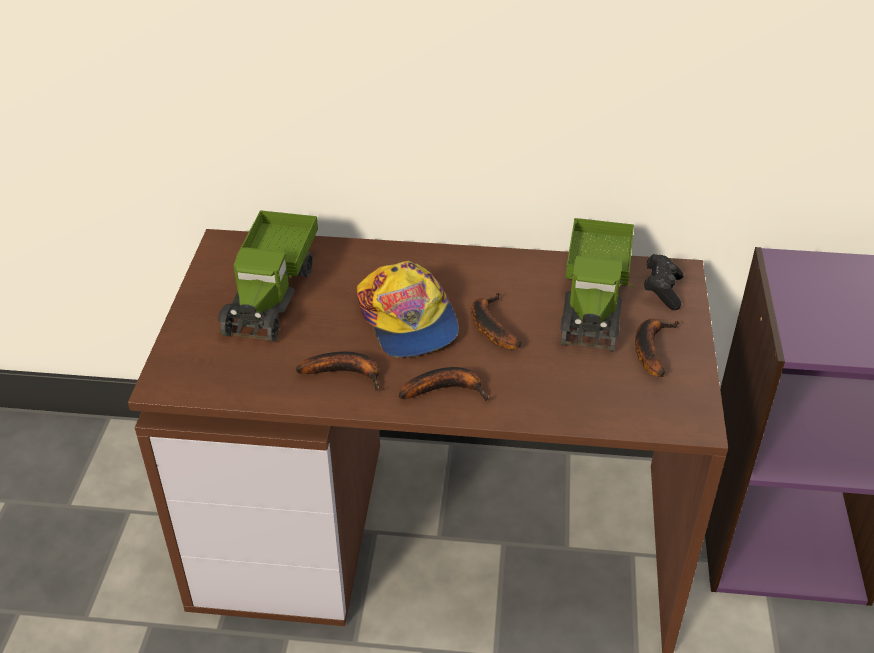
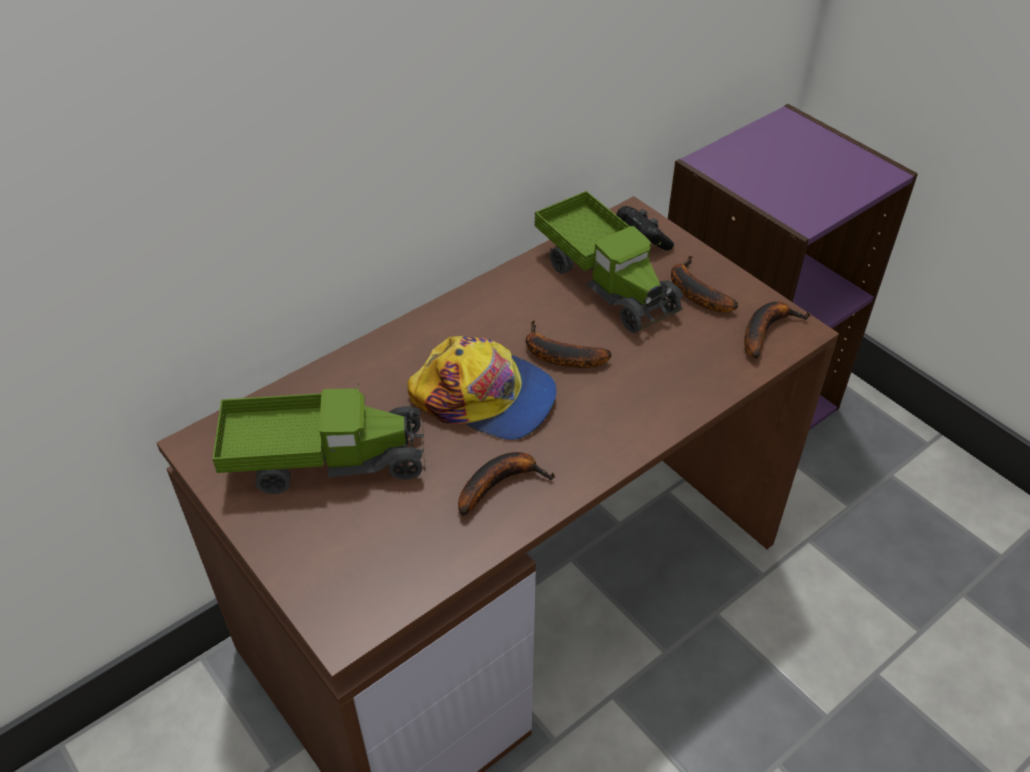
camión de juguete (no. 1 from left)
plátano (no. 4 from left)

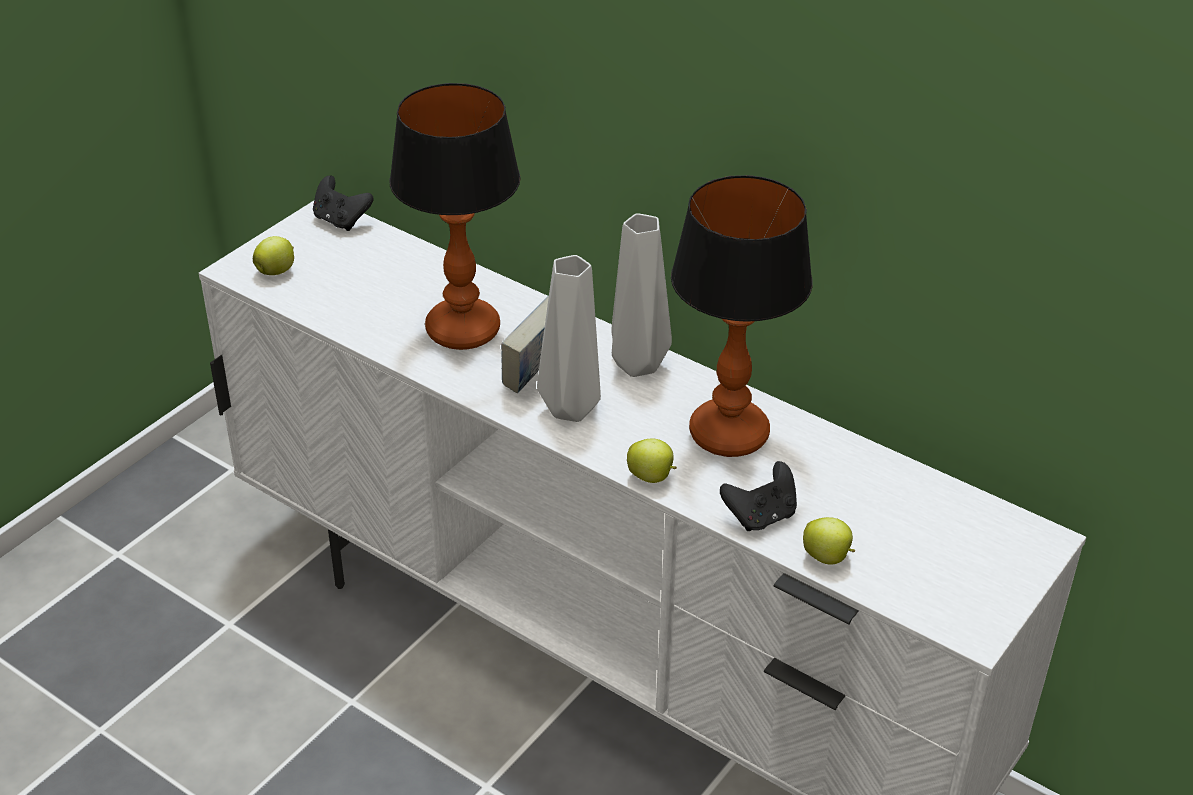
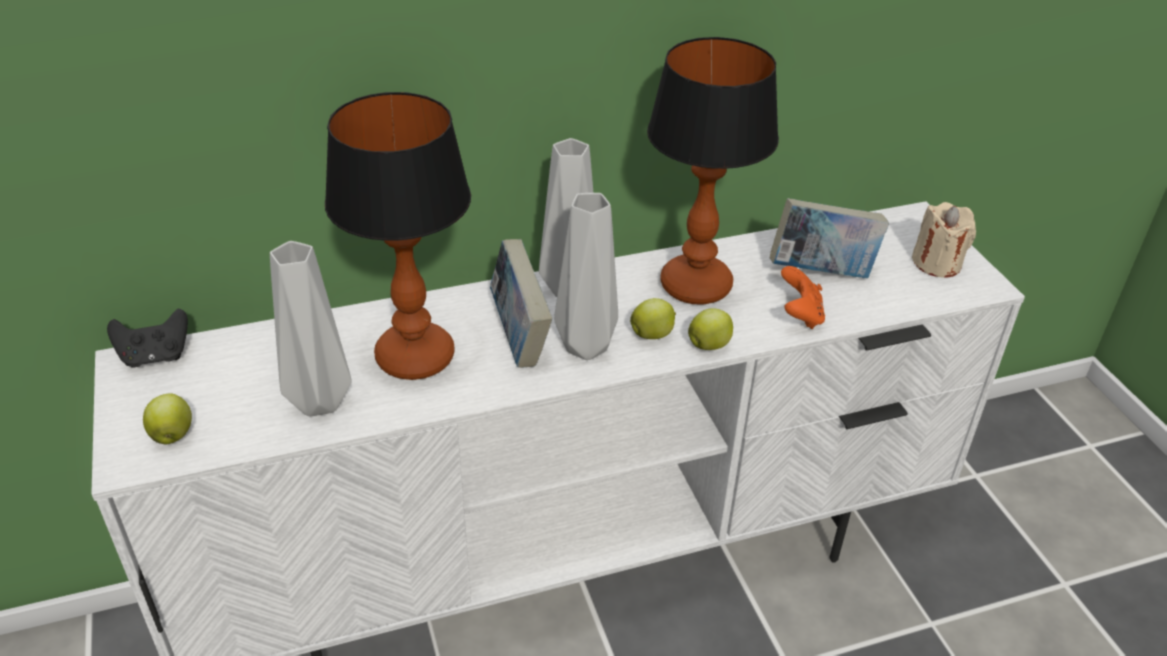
florero [gris] (no. 1 from left)
manzana (no. 2 from left)
libro (no. 2 from left)
mando de consola [naranja]
vela [beis]

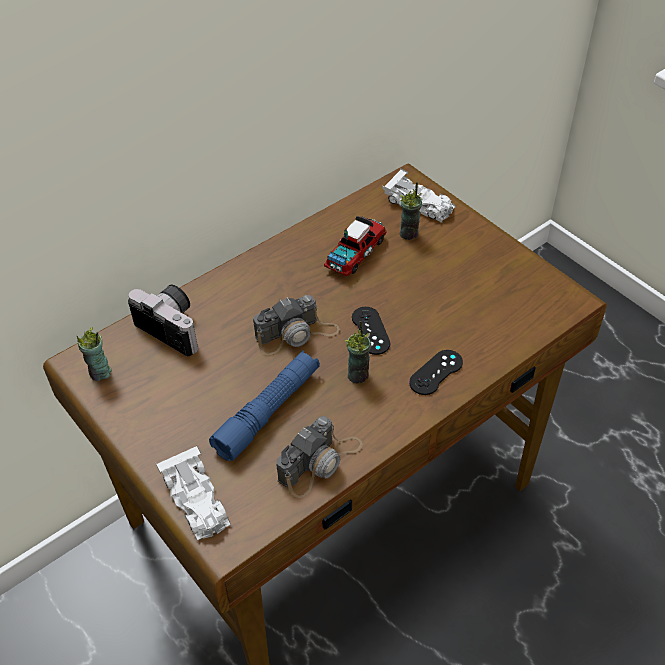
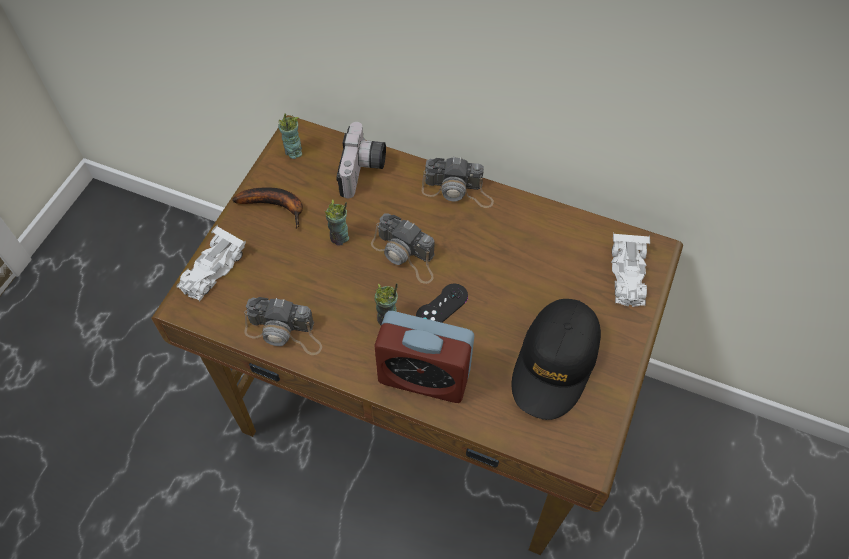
plátano
taza (no. 2 from left)
despertador
cámara (no. 4 from left)
gorra [negro]
linterna [azul]
camión de juguete

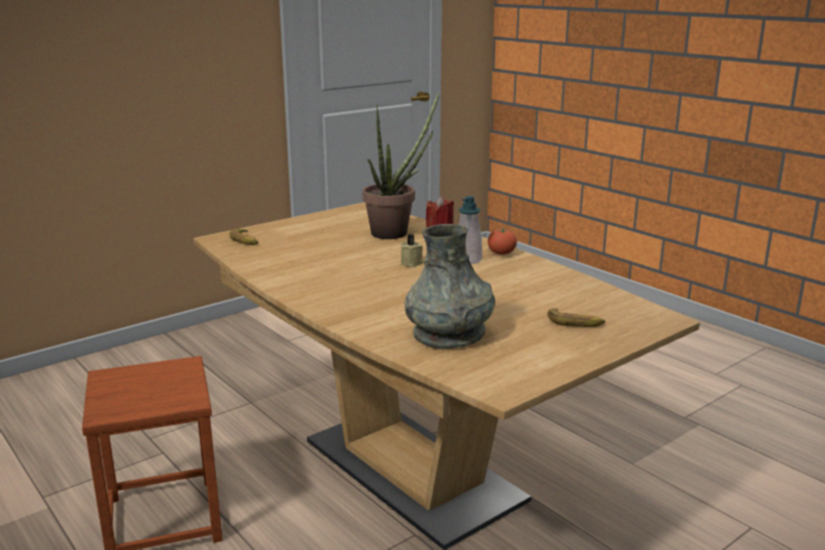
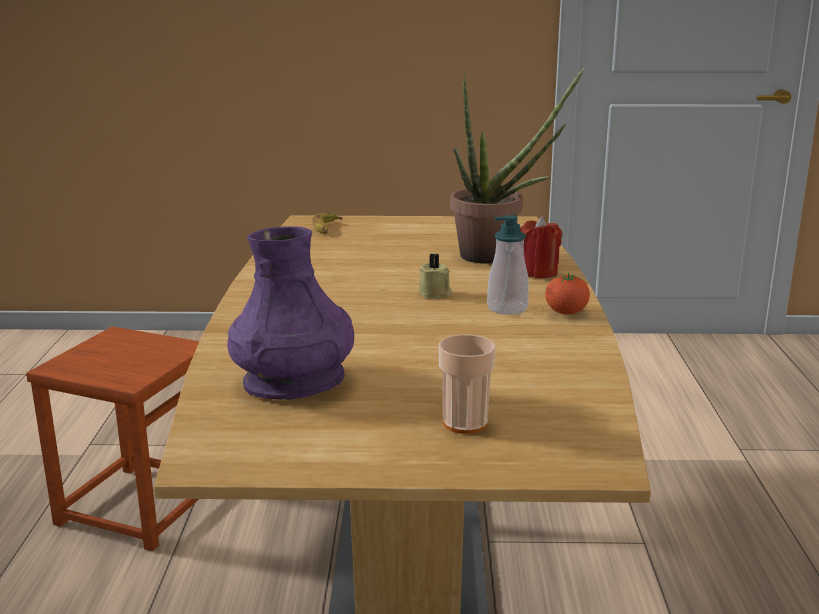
florero [morado]
taza

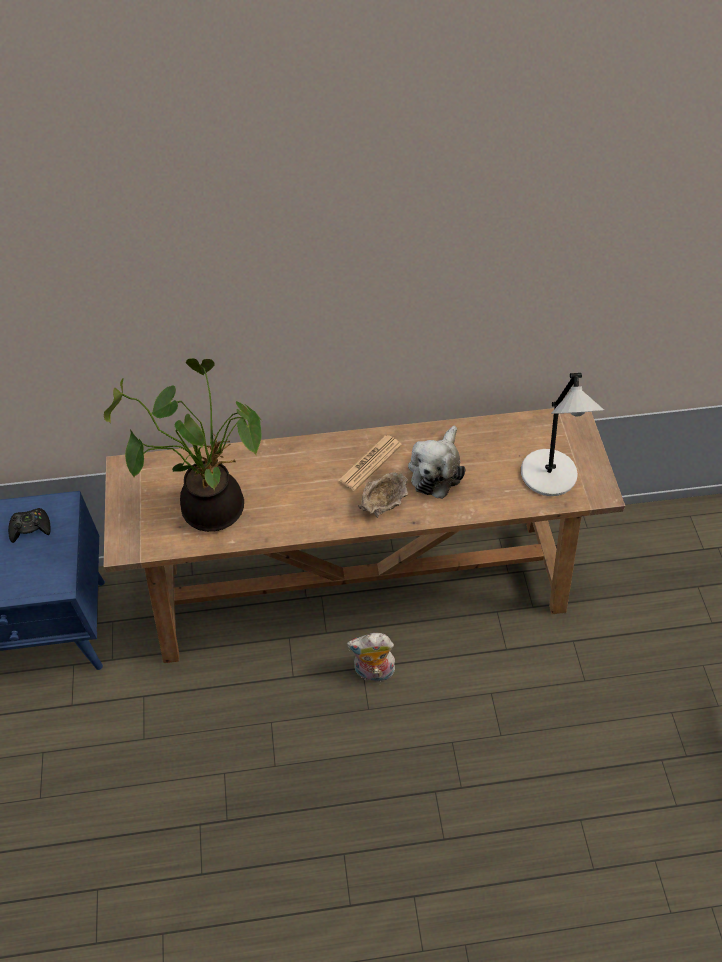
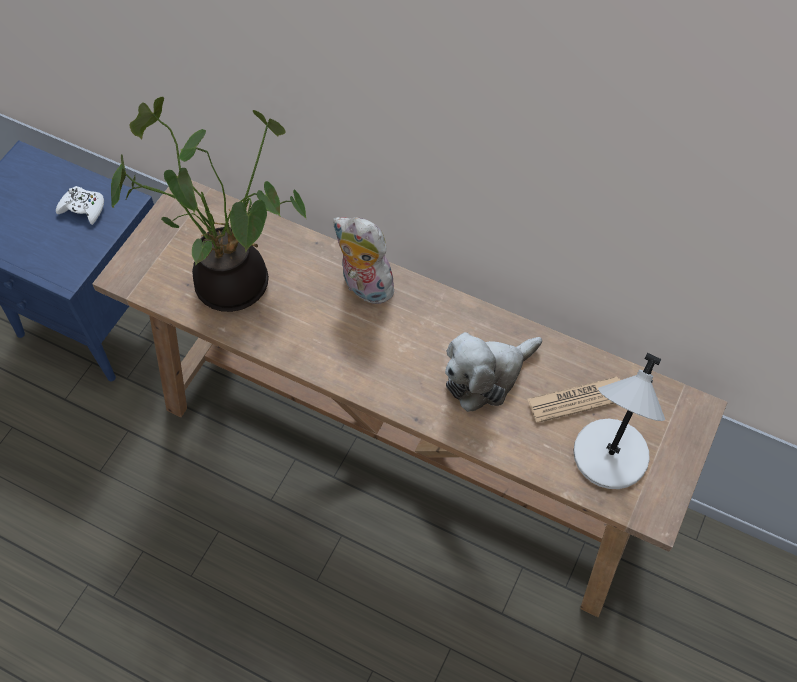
mando de consola [blanco]
peluche (no. 1 from left)
periódico
cuenco [beis]

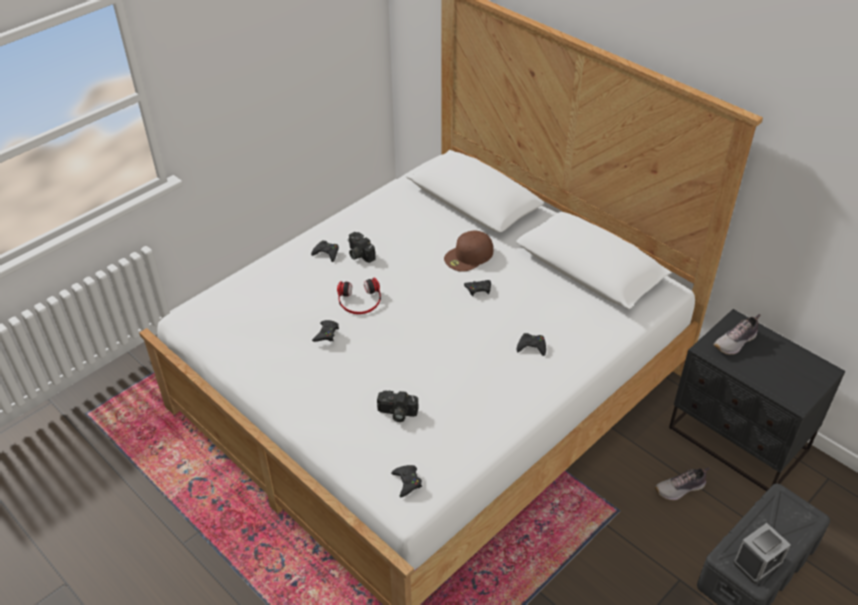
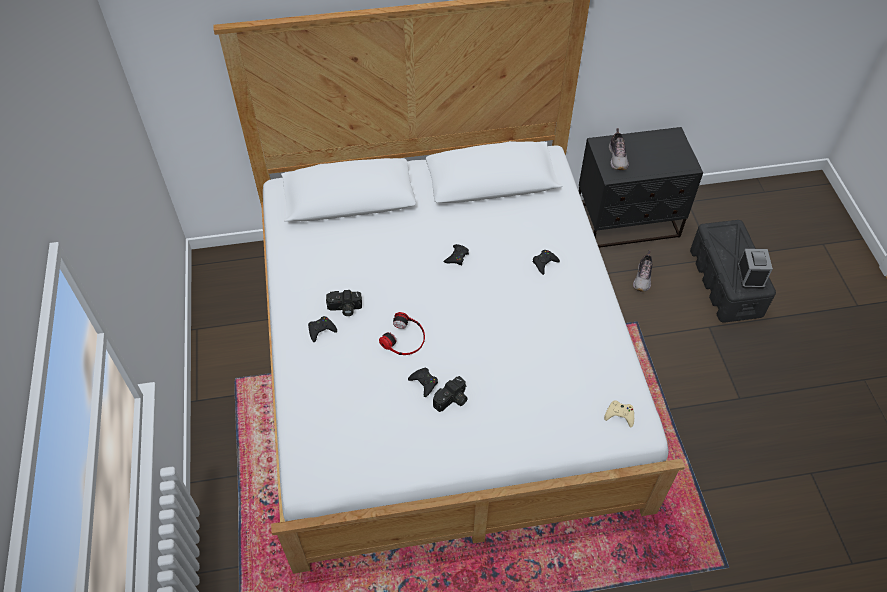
cámara (no. 2 from left)
mando de consola [beis]
gorra [marrón]

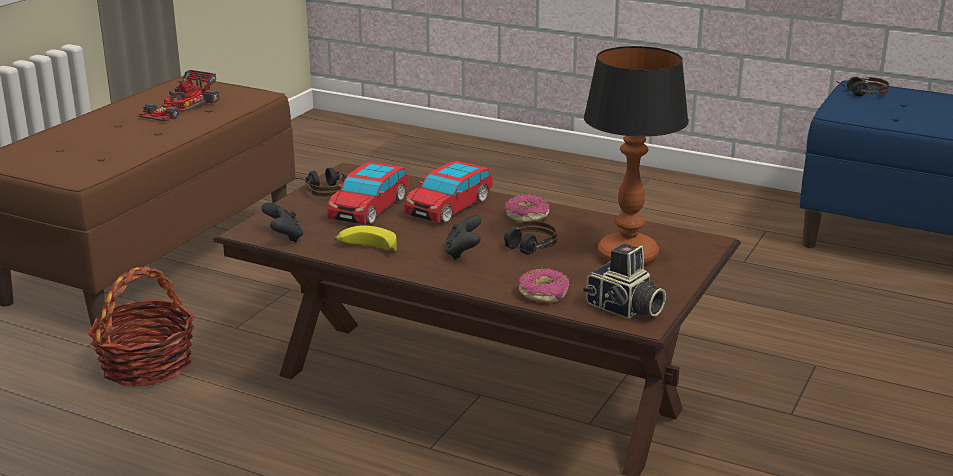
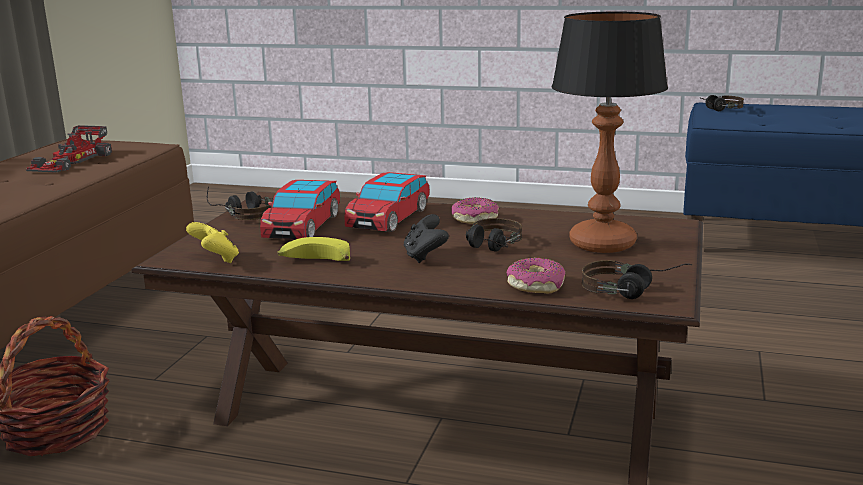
mando de consola [amarillo]
auriculares (no. 3 from left)

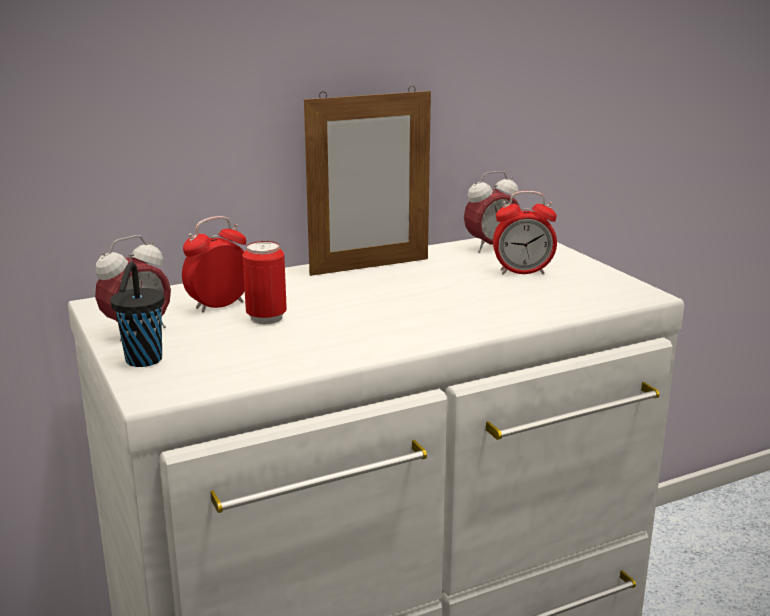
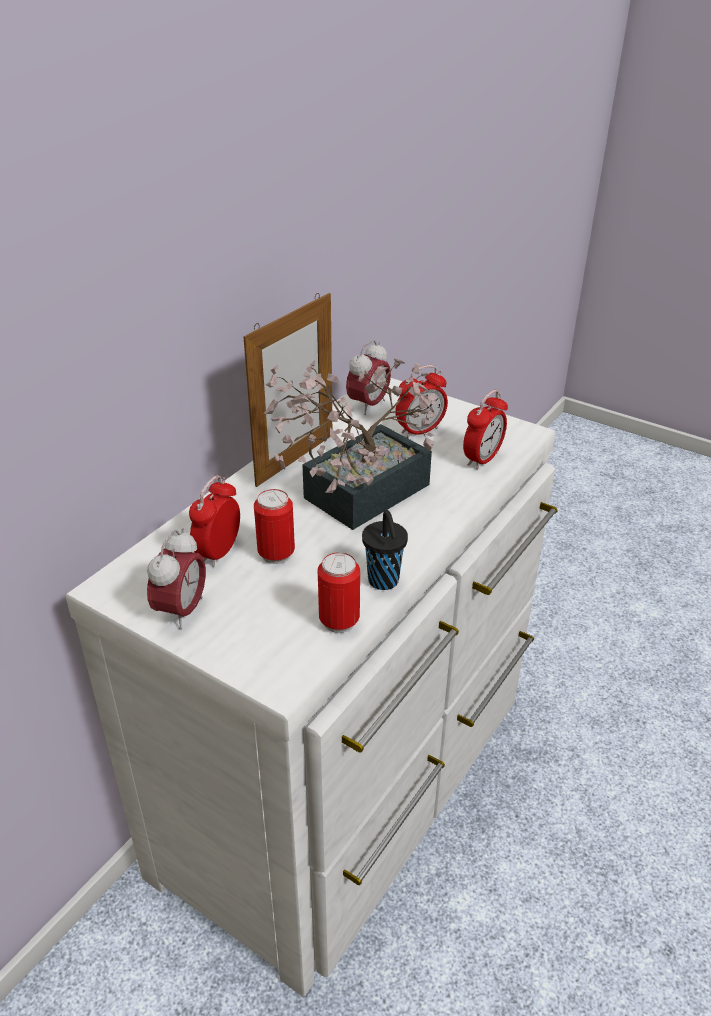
planta en maceta
lata (no. 2 from left)
taza [negro]
despertador (no. 5 from left)

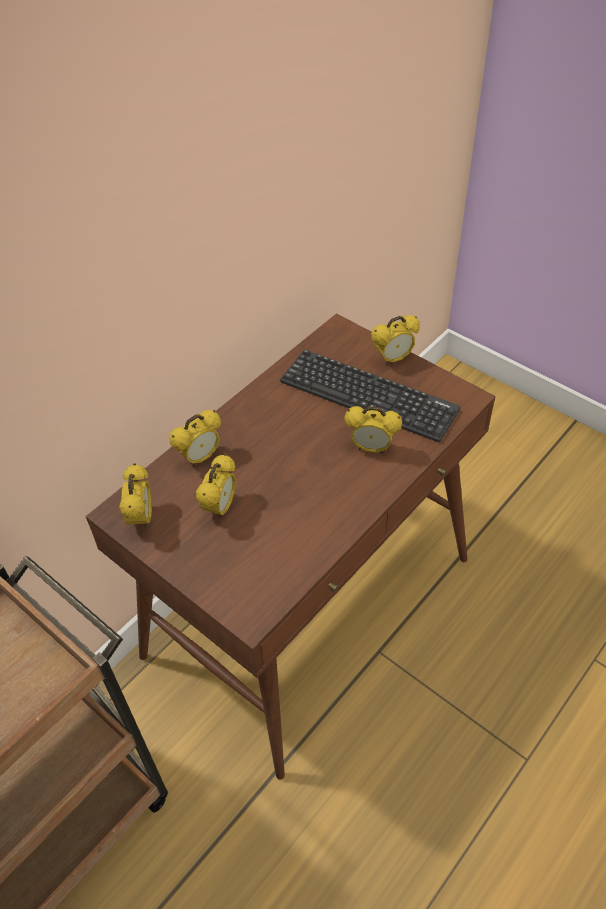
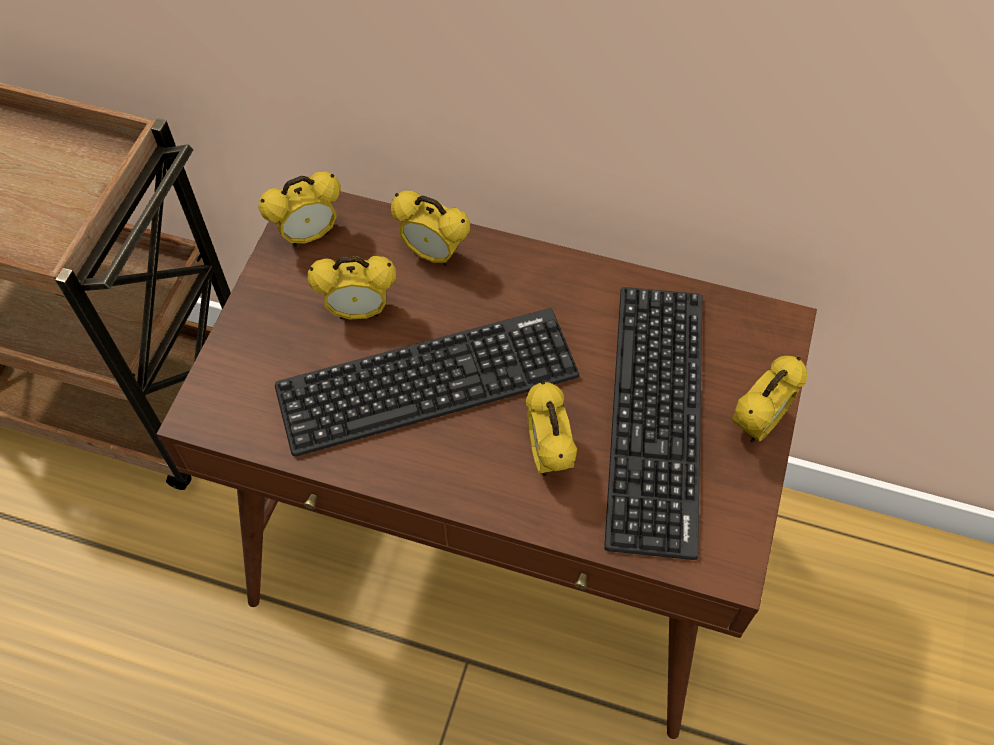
teclado (no. 1 from left)
despertador (no. 5 from left)

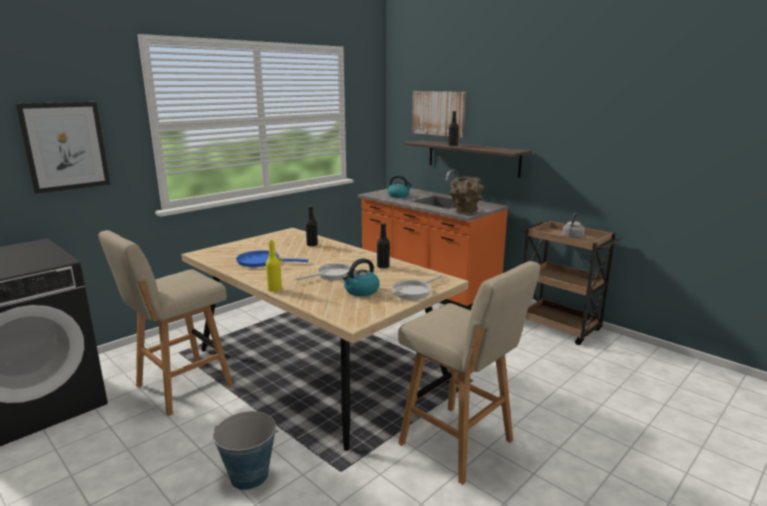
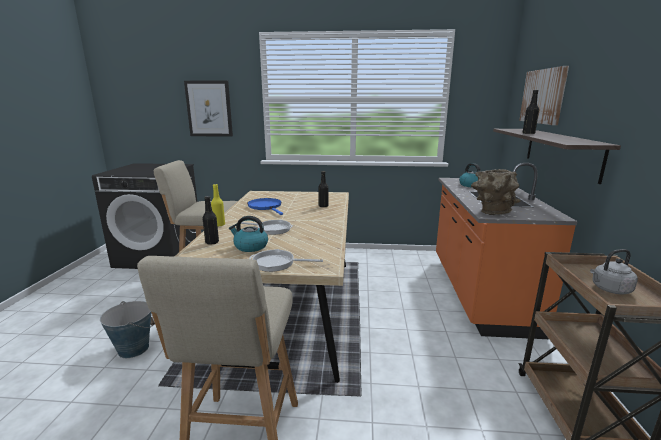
botella [negro] (no. 1 from left)

